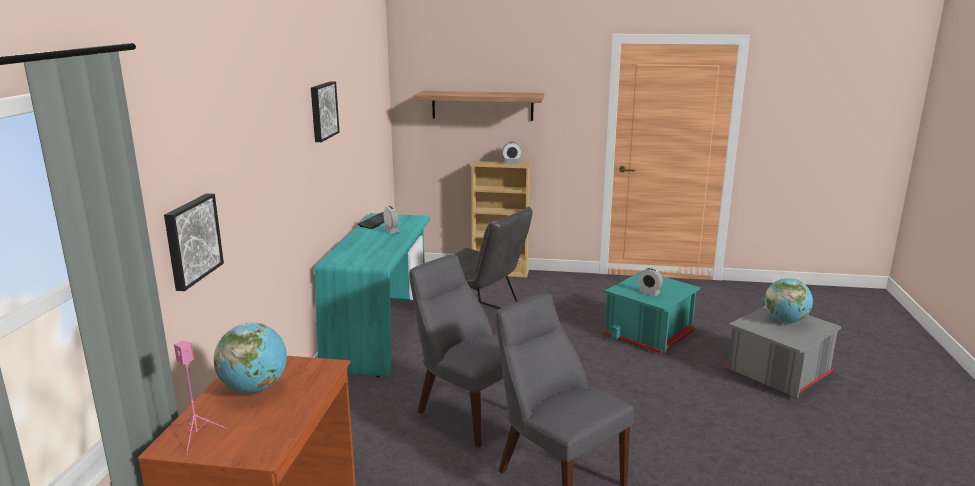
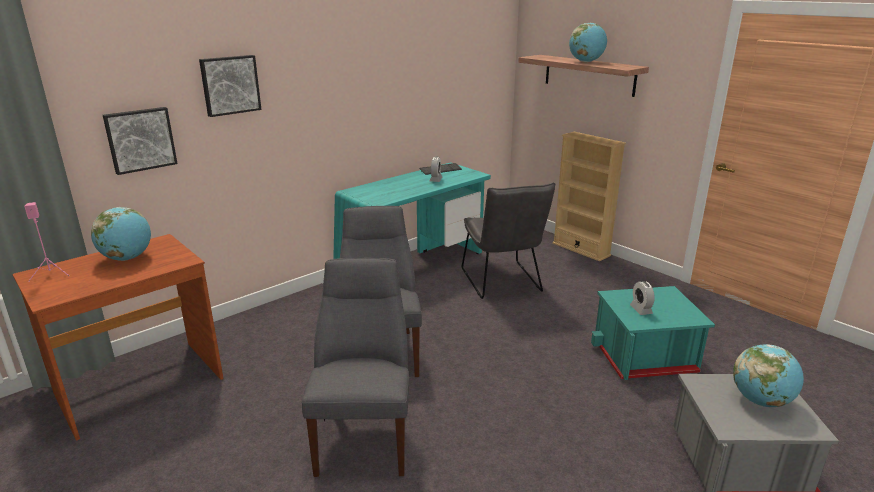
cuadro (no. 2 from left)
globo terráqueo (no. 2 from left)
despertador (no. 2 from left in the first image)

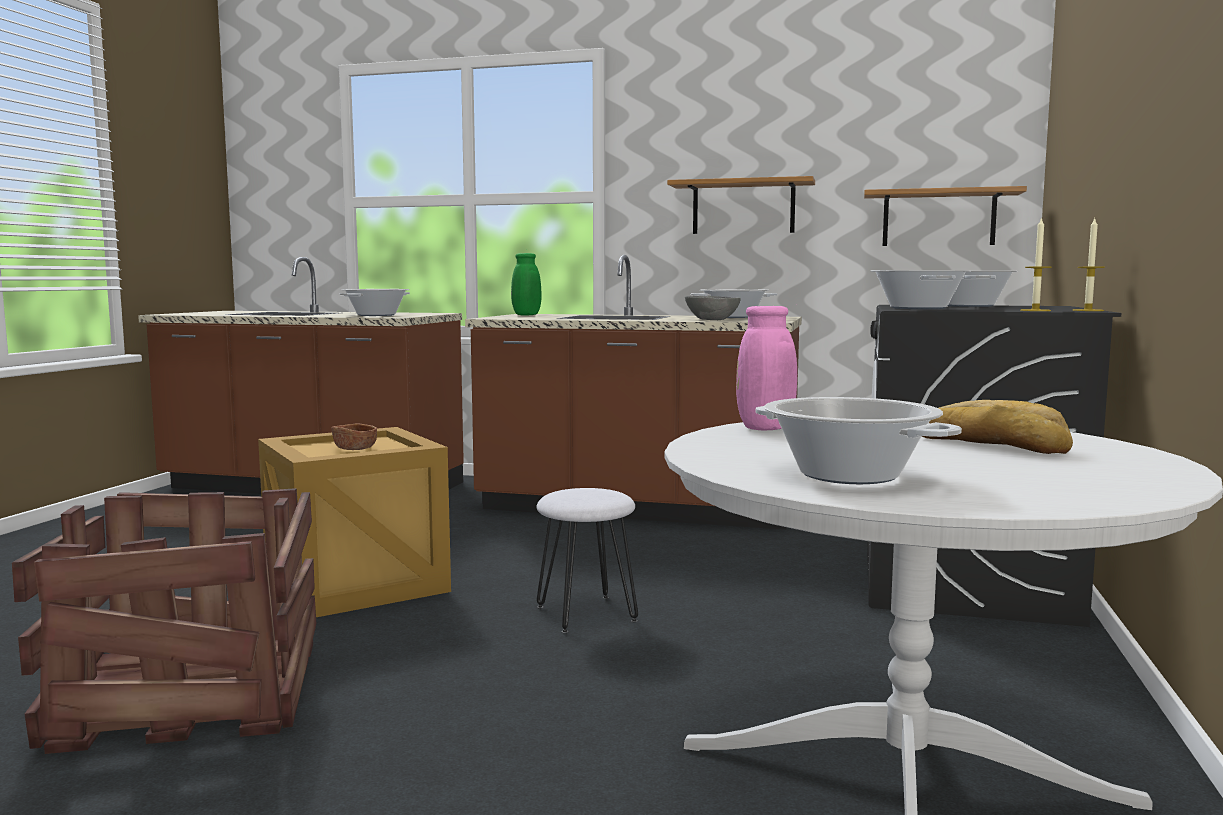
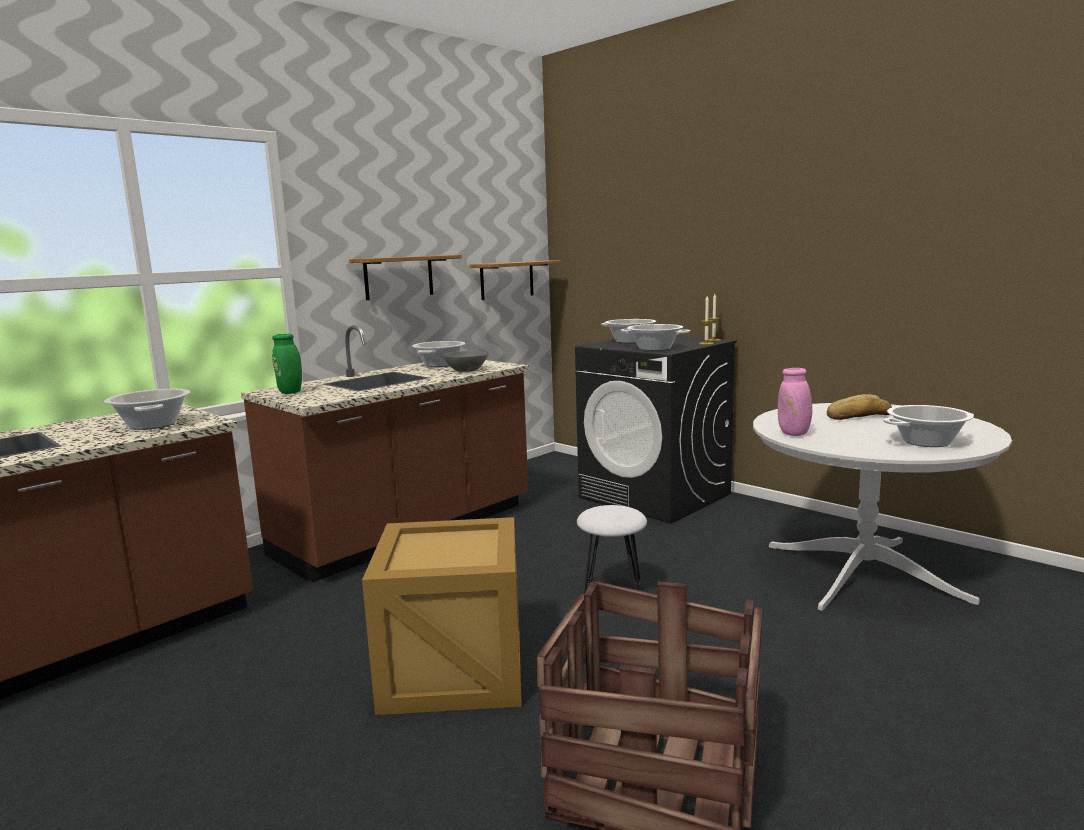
cuenco [marrón]

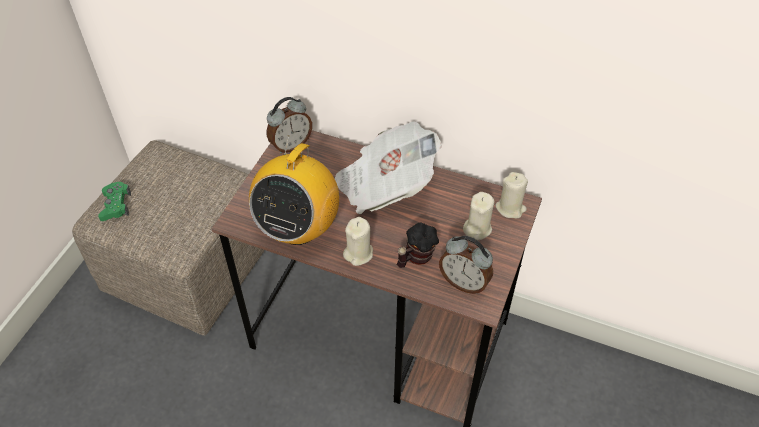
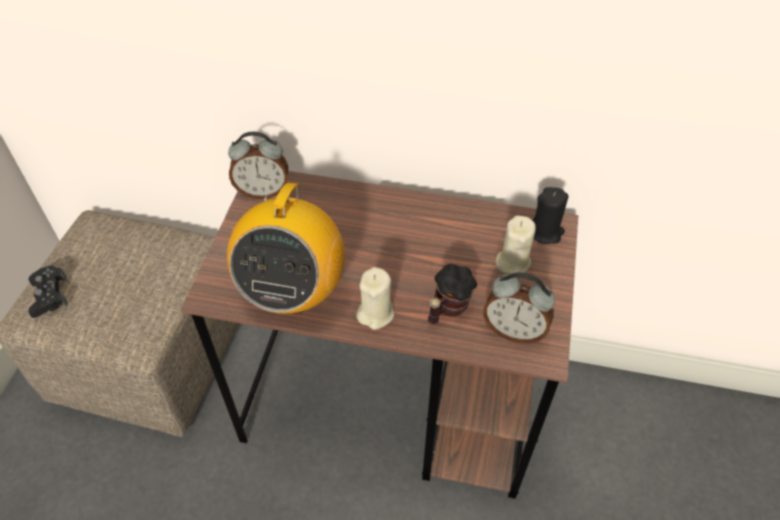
mando de consola [negro]
despertador (no. 1 from left)
vela [negro]
periódico

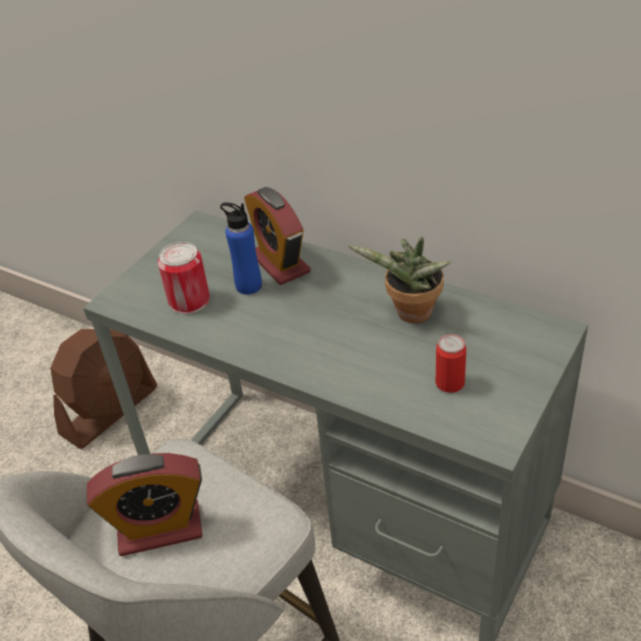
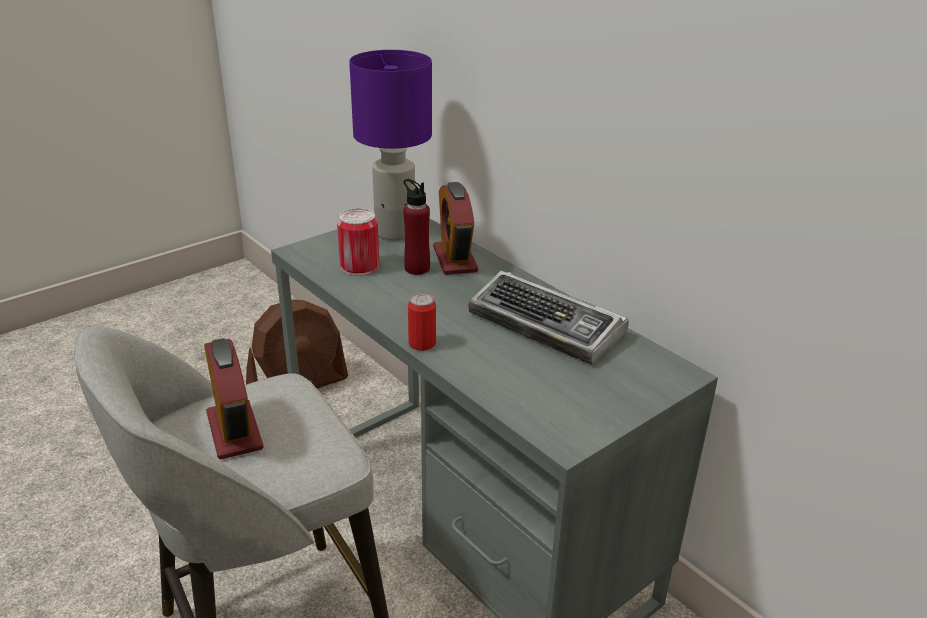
despertador (no. 1 from left)
lámpara de mesa [morado]
botella [rojo]
lata (no. 2 from left)
teclado

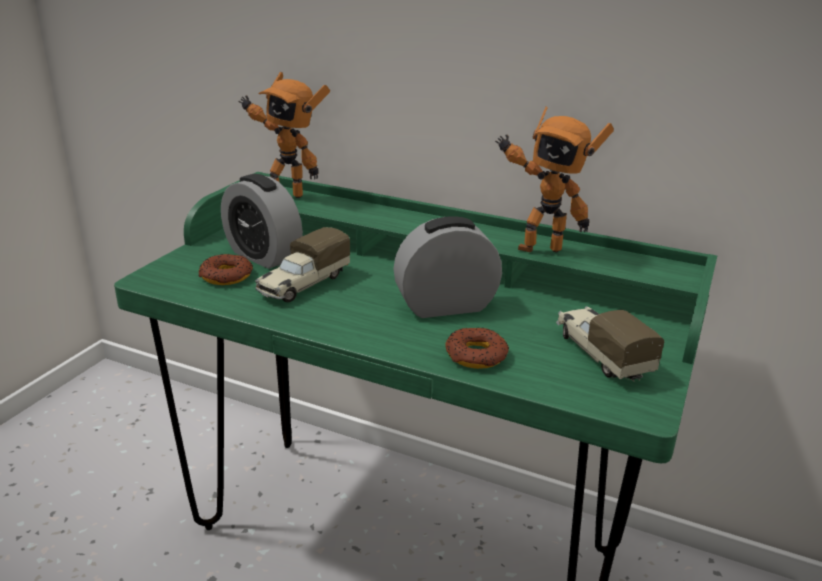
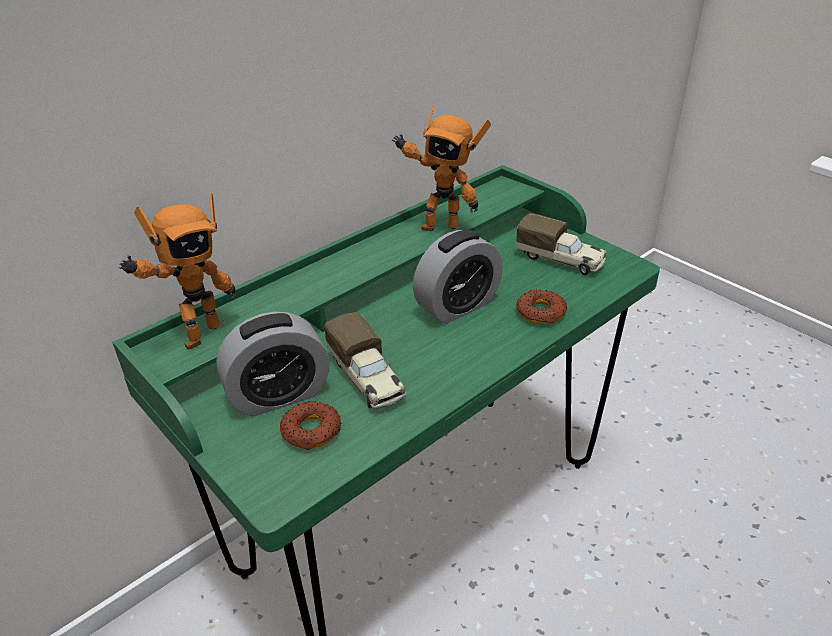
robot de juguete (no. 2 from left)
despertador (no. 2 from left)
camión de juguete (no. 2 from left)

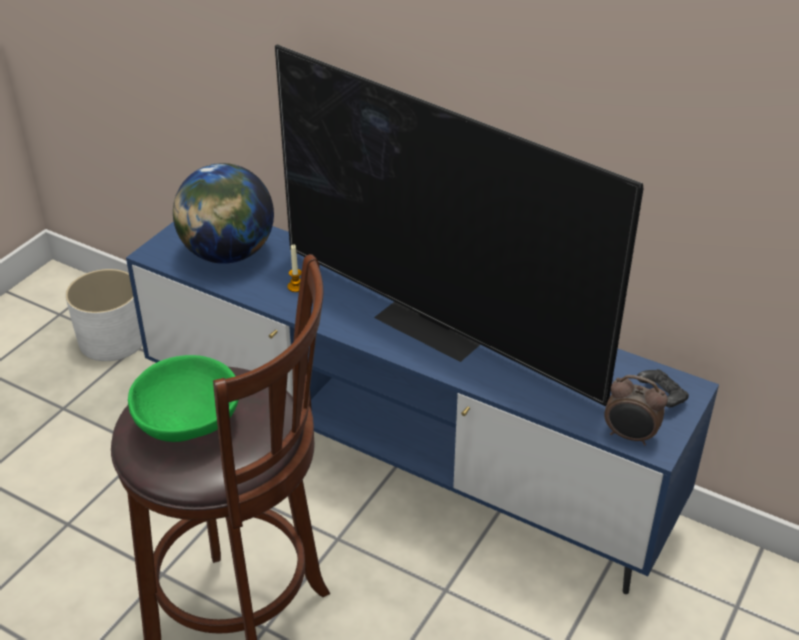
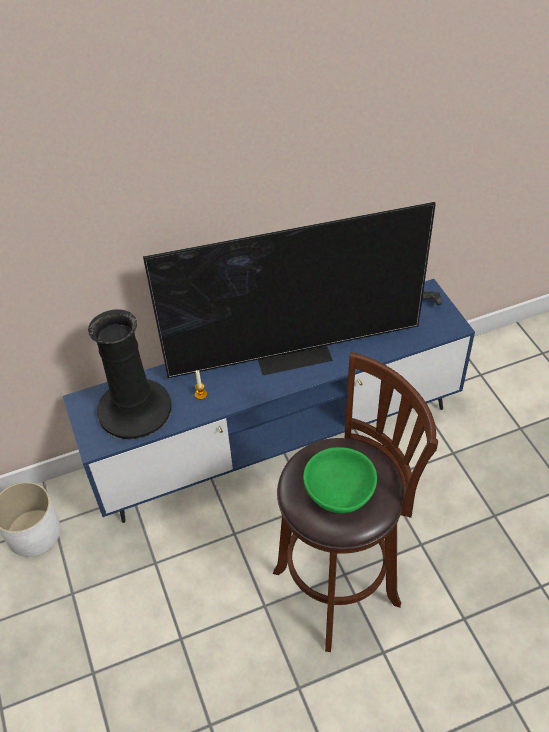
florero [negro]
despertador

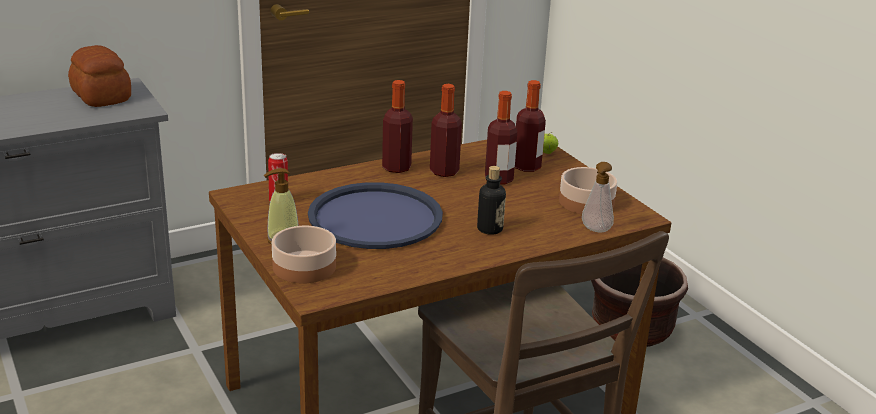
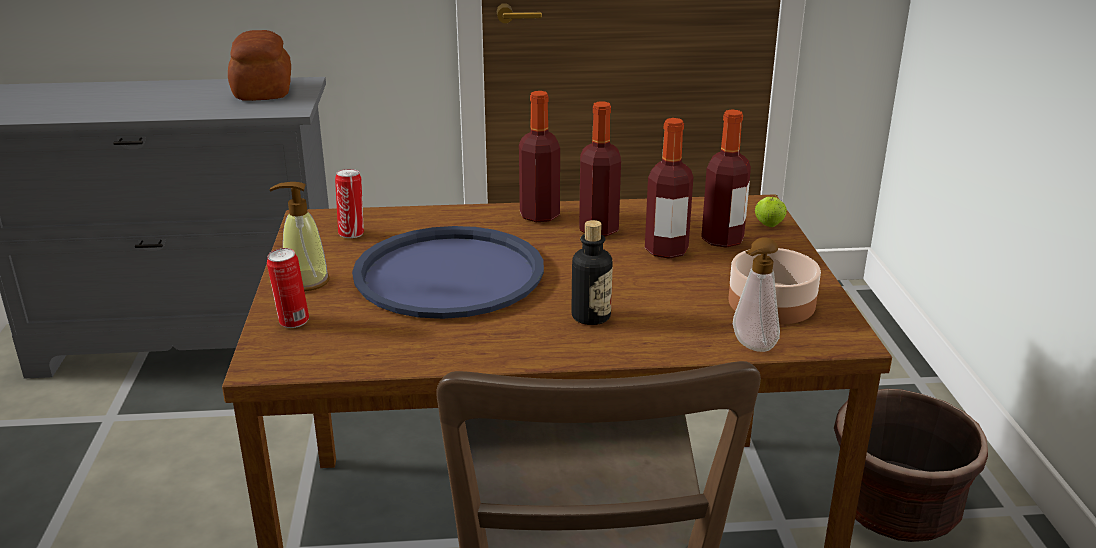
lata (no. 1 from left)

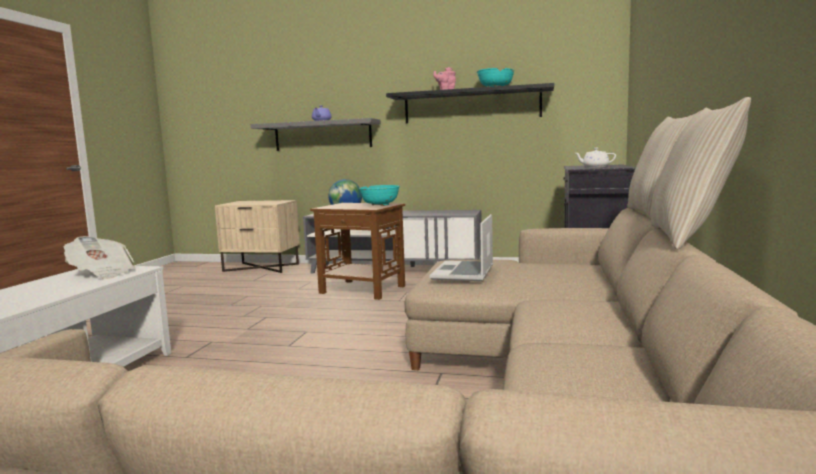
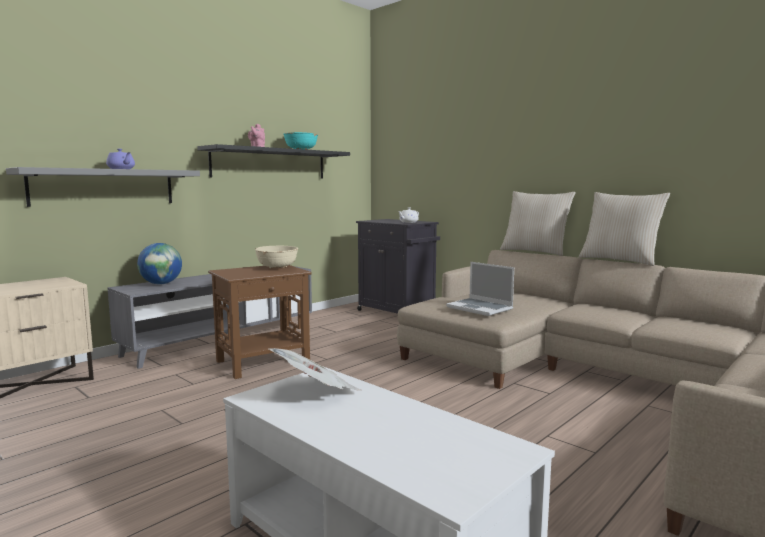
cuenco [beis]

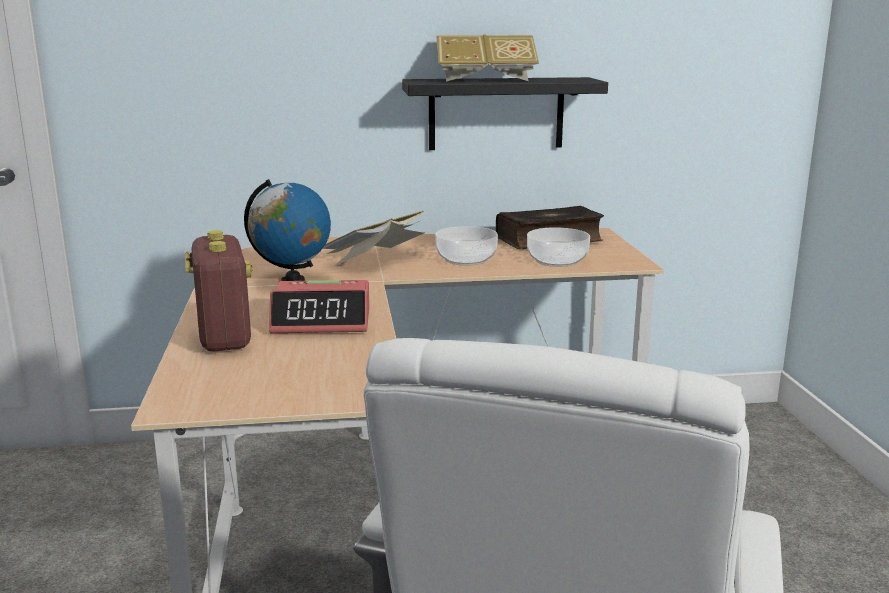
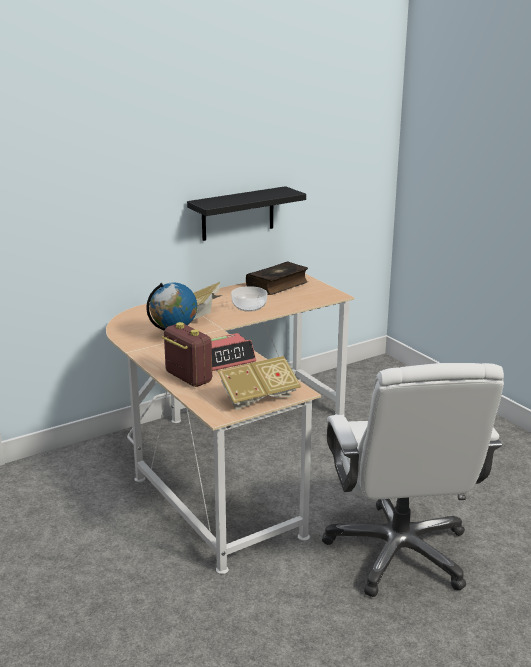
libro (no. 2 from left)
cuenco (no. 2 from left in the first image)

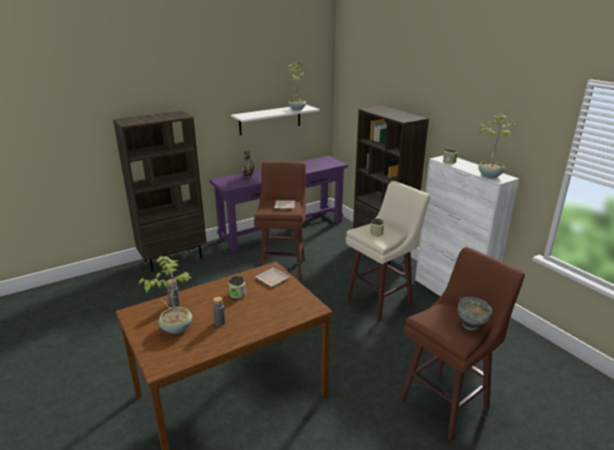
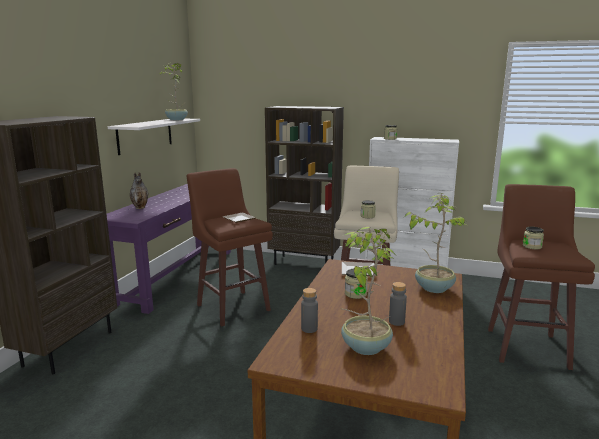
planta en maceta (no. 3 from left)
tarro (no. 4 from left)
cuenco [gris]

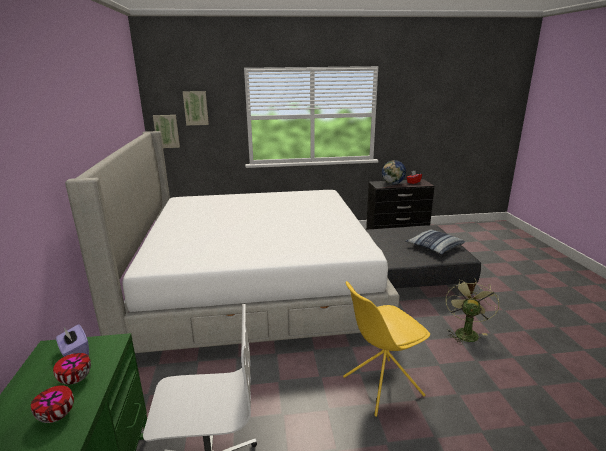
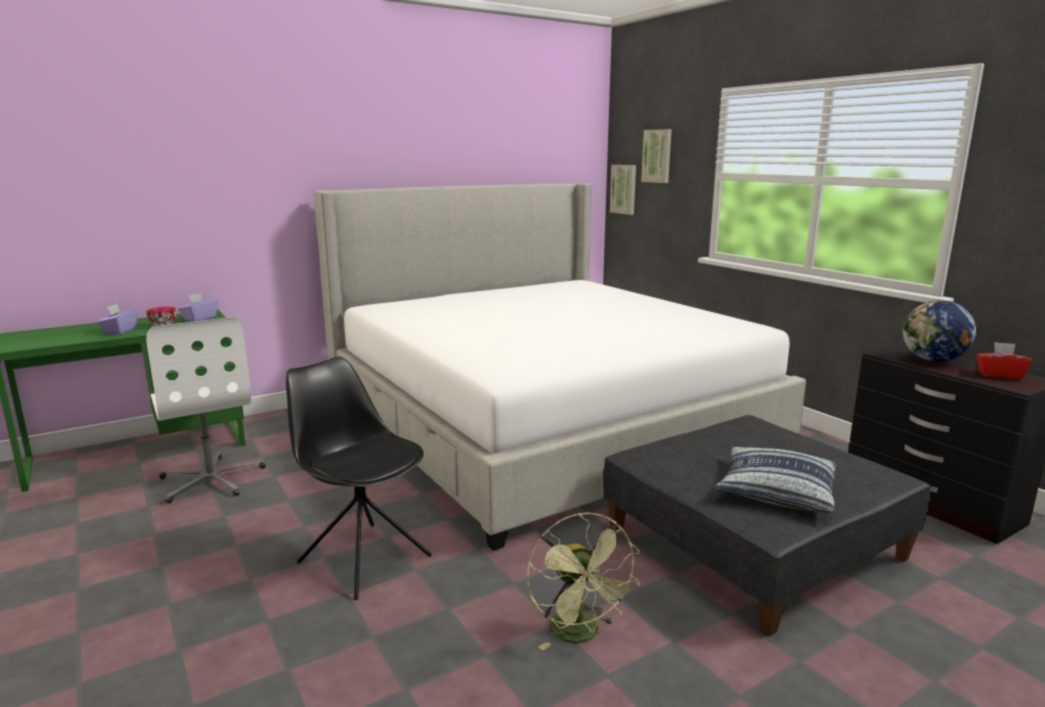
caja de pañuelos [morado] (no. 1 from left)
silla [negro]
ventilador [verde]

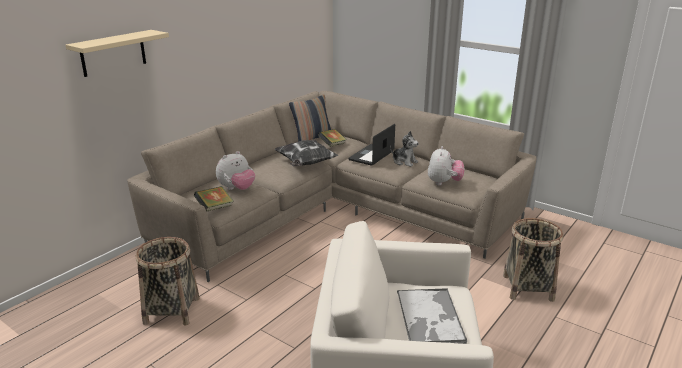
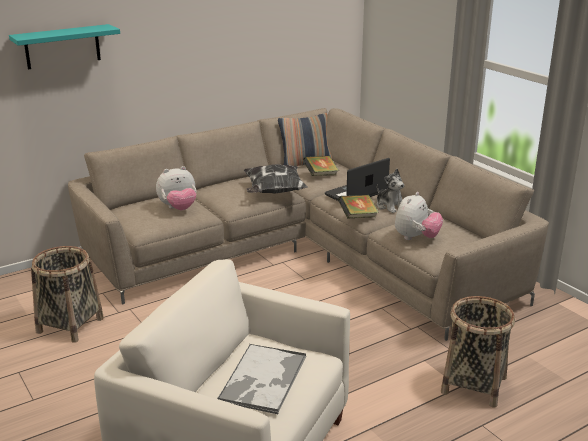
estante [turquesa]
libro (no. 2 from left)

